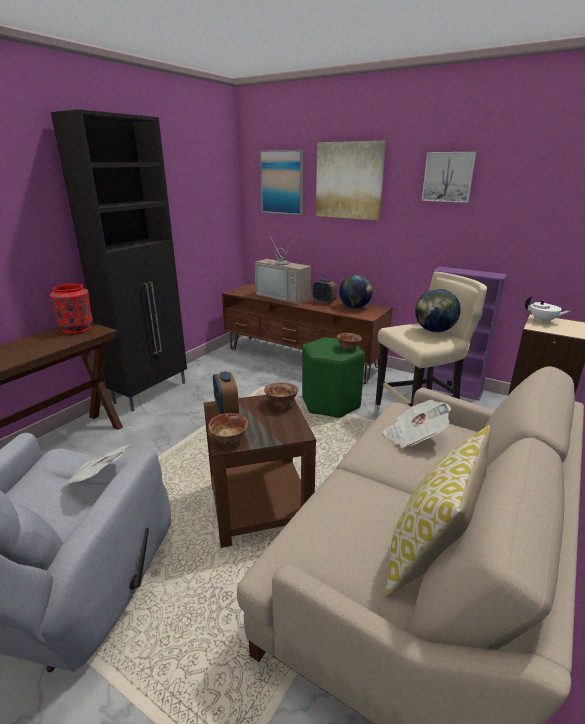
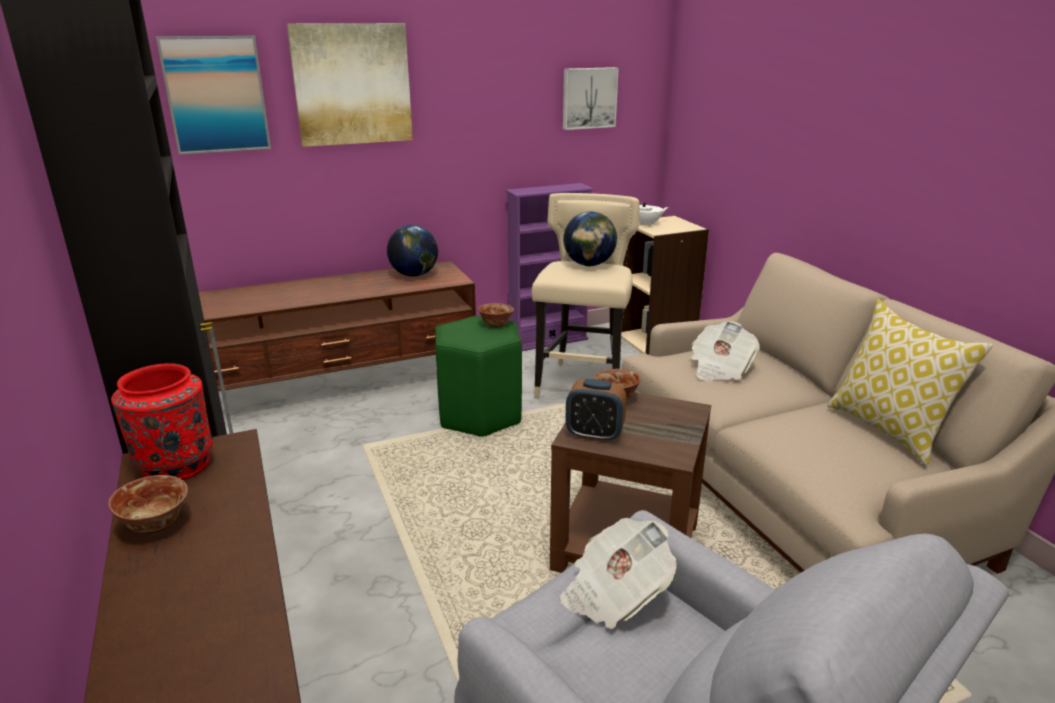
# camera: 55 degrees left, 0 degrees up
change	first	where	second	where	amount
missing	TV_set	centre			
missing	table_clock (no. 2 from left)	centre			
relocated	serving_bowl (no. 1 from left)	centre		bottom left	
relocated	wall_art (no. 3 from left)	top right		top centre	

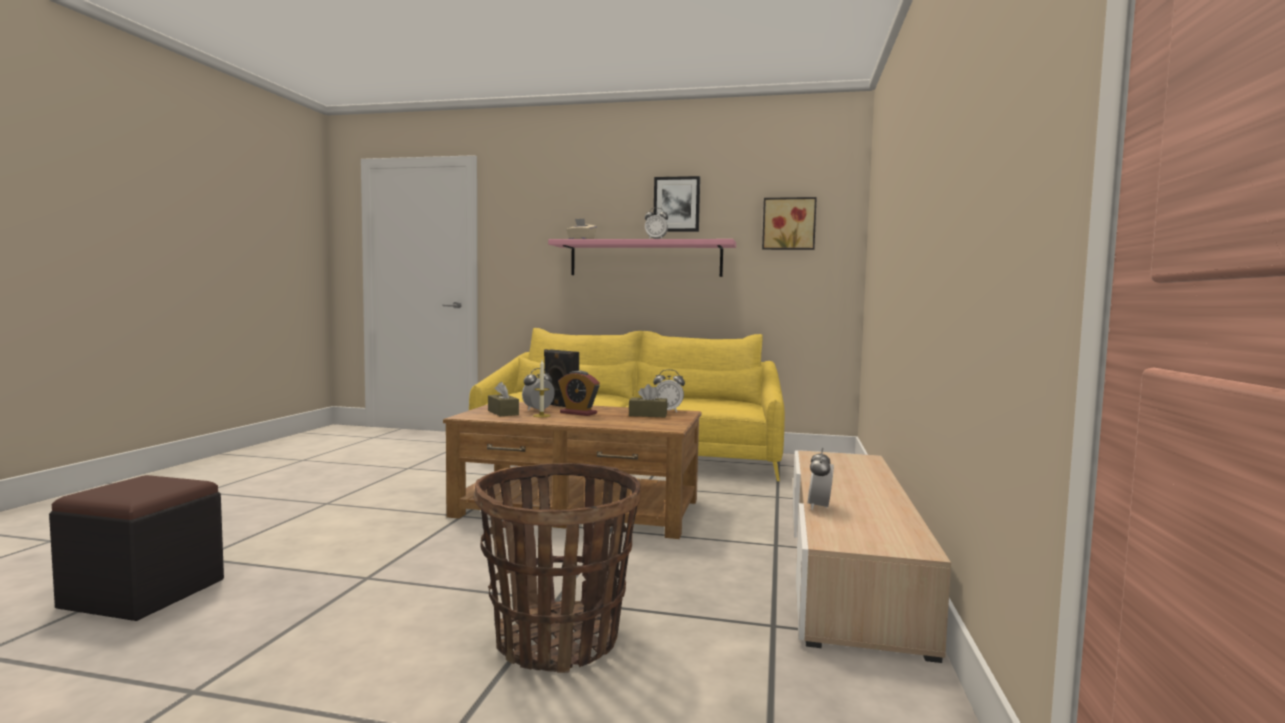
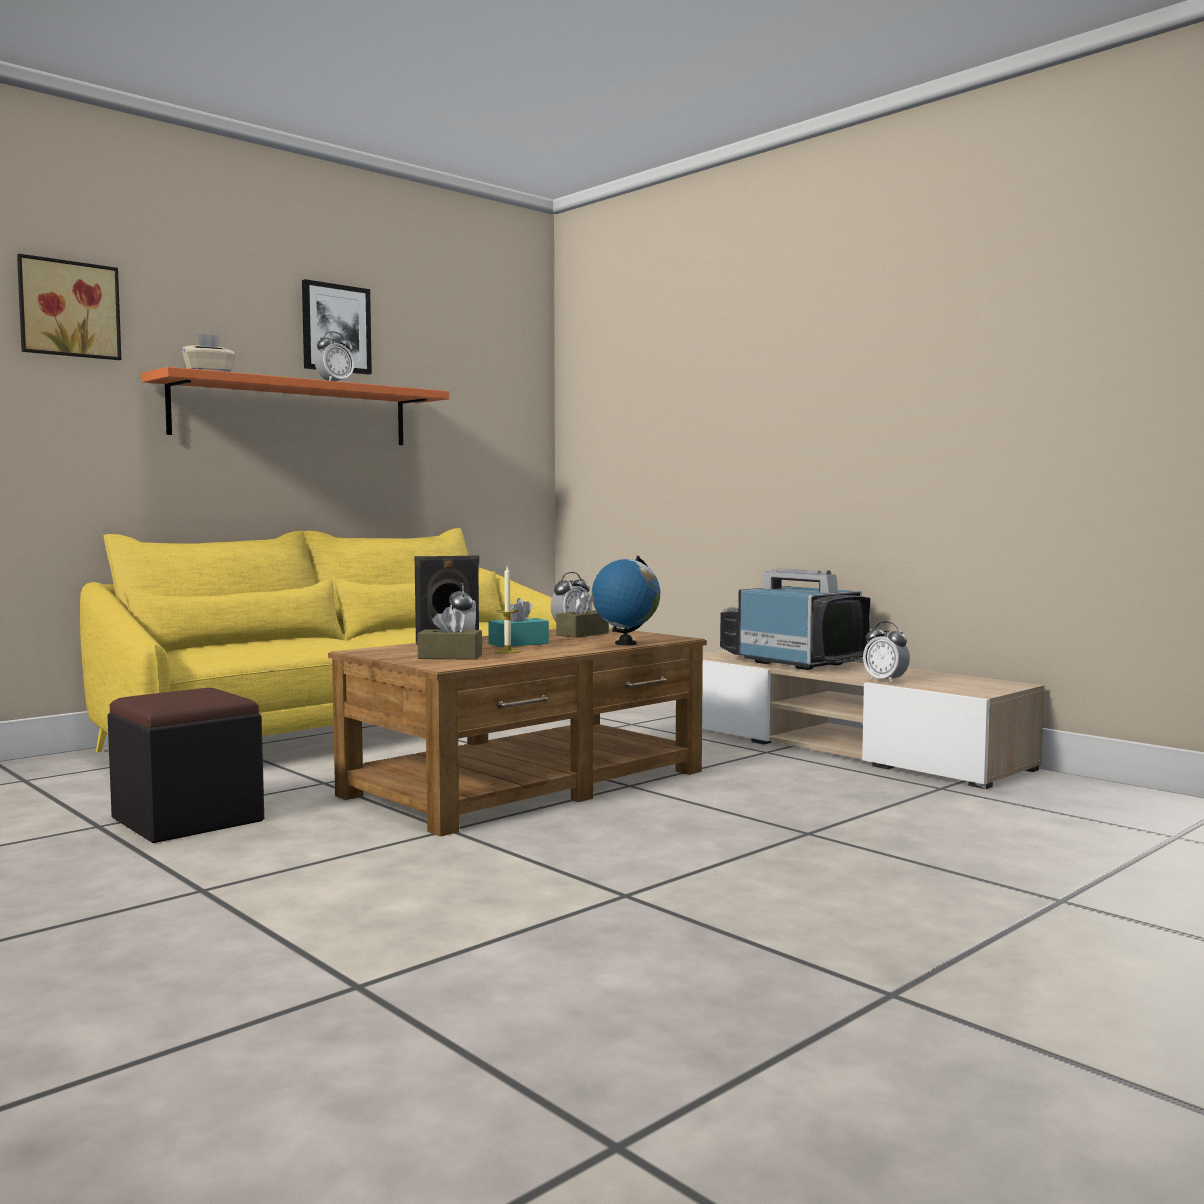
# camera: 55 degrees left, 0 degrees up
change	first	where	second	where	amount
missing	basket	bottom centre			
appeared			world_globe	centre	
appeared			TV_set	centre	
relocated	black-coloured_pouffe	bottom left		middle left	
relocated	wall_art (no. 2 from left in the first image)	top centre	wall_art (no. 1 from left)	top left	
exchanged	table_clock (no. 2 from left)	centre	turquoise_tissue_holder	centre	
colour	pinkish_bracket_shelf	centre	orangey_bracket_shelf	middle left	

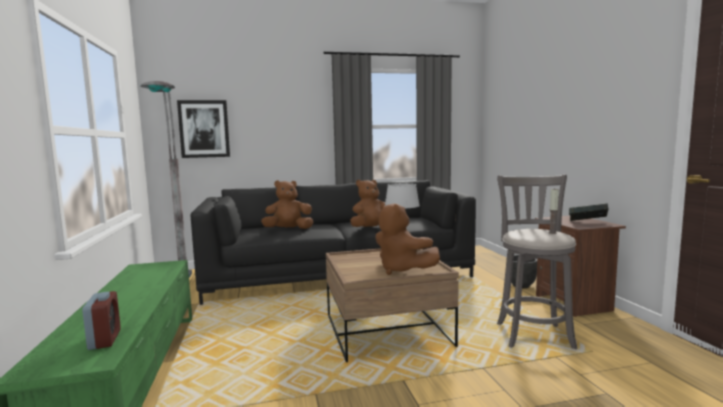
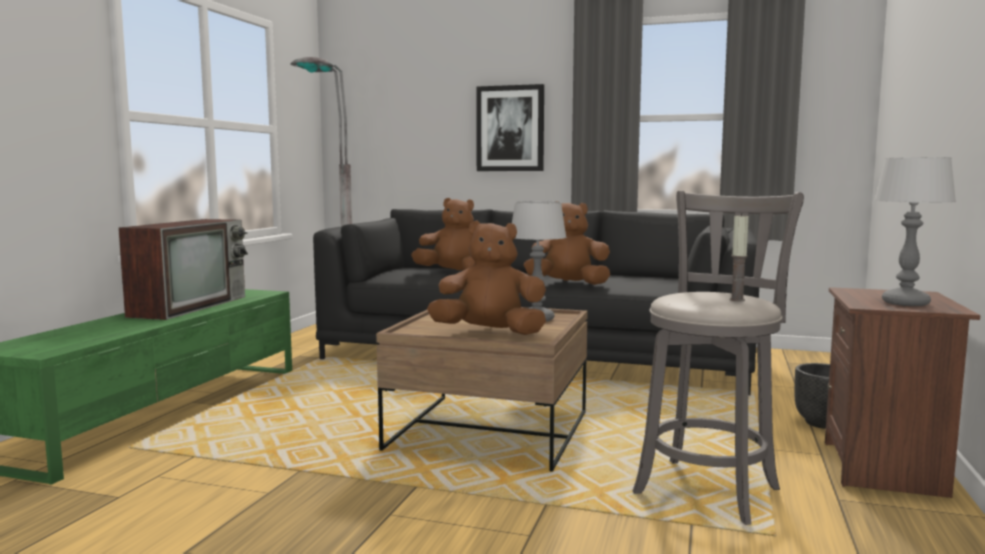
# camera: 30 degrees right, 0 degrees up
change	first	where	second	where	amount
missing	table_clock	bottom left			
appeared			TV_set	middle left	
relocated	wall_art	top left		top centre	
exchanged	book	middle right	tabletop_lamp (no. 2 from left)	middle right	
spun	brownish_plush_toy (no. 3 from left in the first image)	centre	brownish_plush_toy (no. 2 from left)	centre	105 degrees clockwise

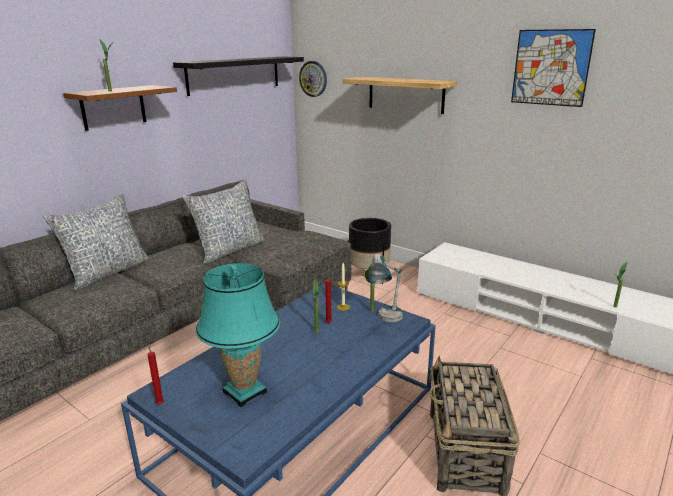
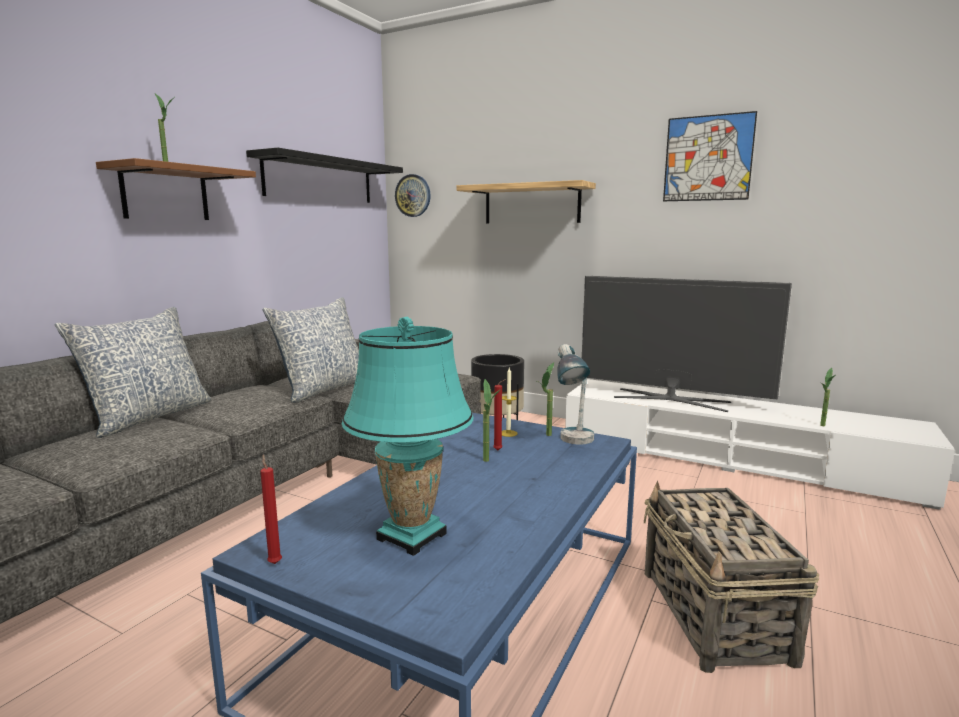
# camera: 10 degrees left, 10 degrees down
change	first	where	second	where	amount
appeared			TV_set	middle right	

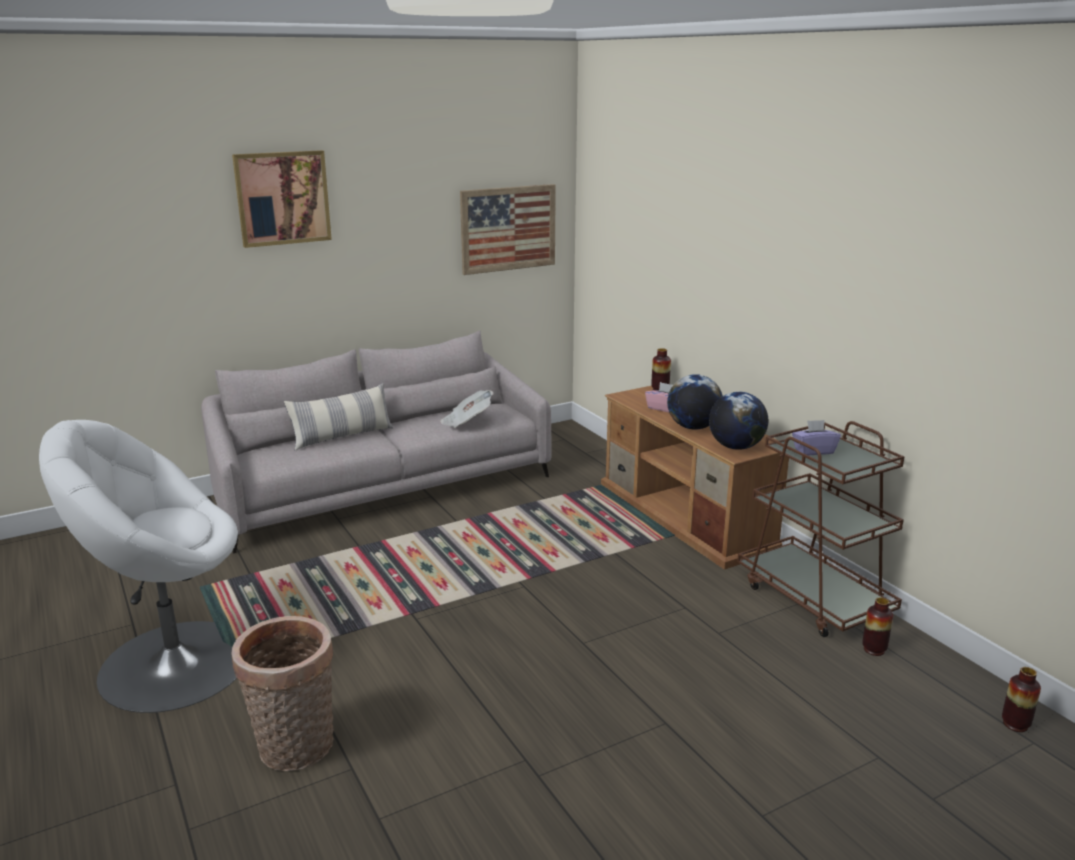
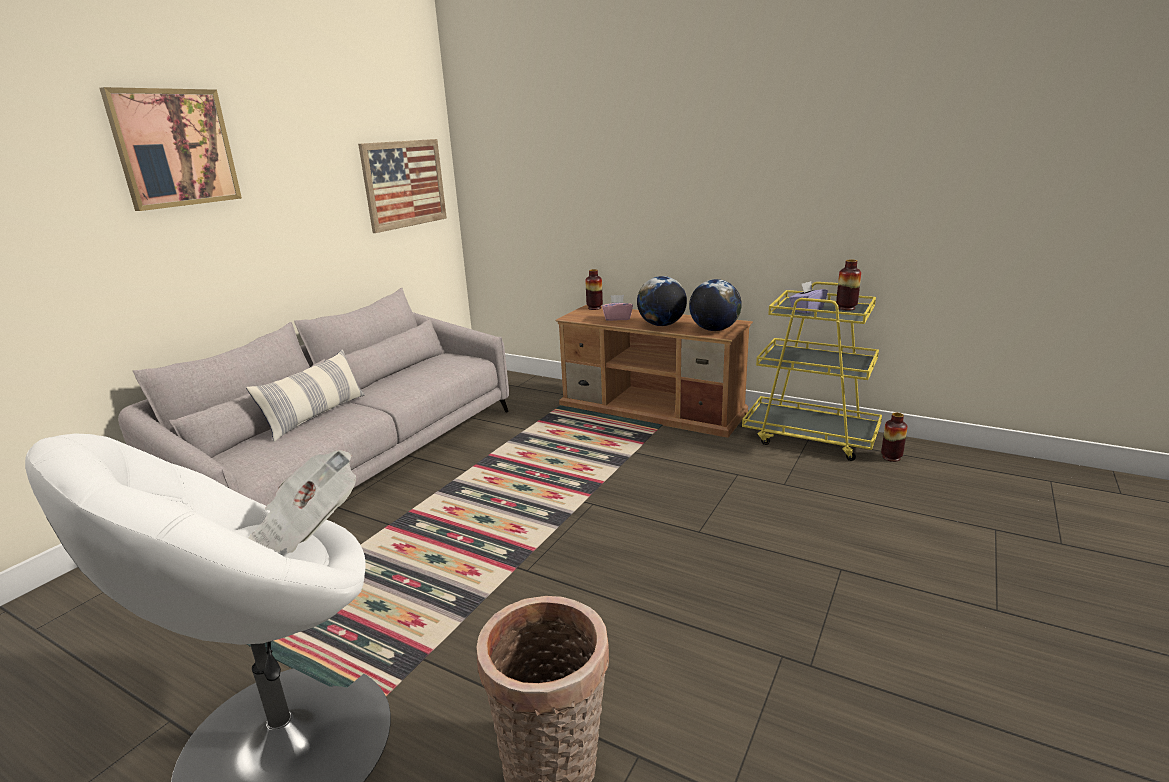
# camera: 30 degrees left, 0 degrees up
change	first	where	second	where	amount
relocated	newspaper	centre		middle left	
relocated	vase (no. 3 from left in the first image)	bottom right	vase (no. 2 from left)	middle right	
colour	brownish_wheeled_cart	middle right	yellow-coloured_wheeled_cart	middle right	

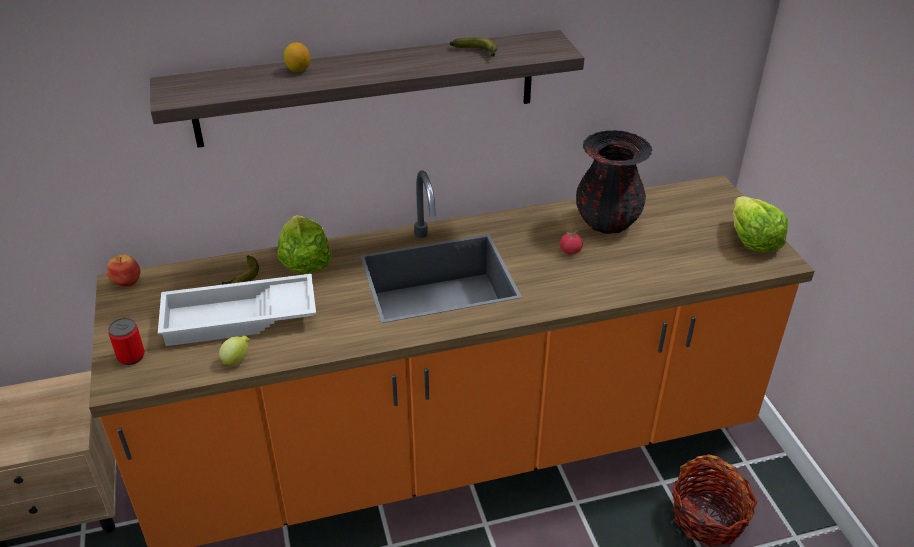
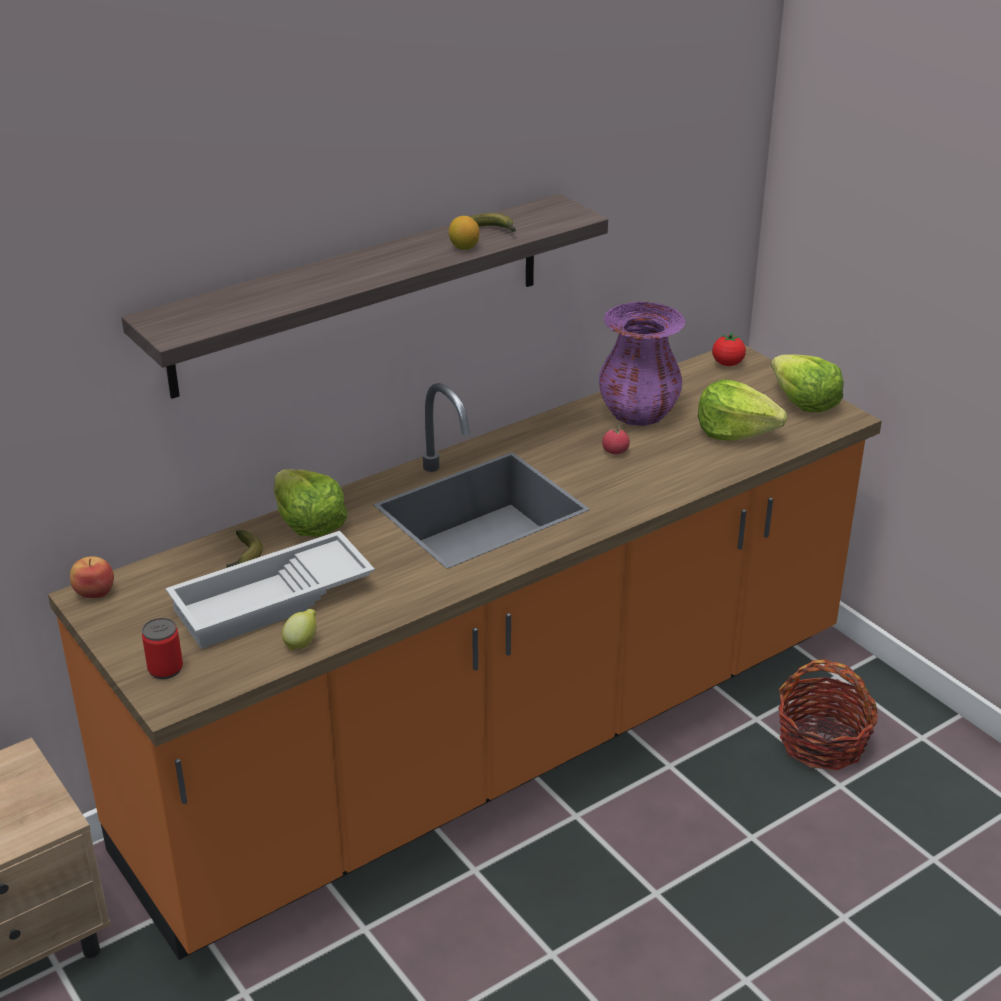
# camera: 20 degrees left, 5 degrees down
change	first	where	second	where	amount
appeared			lettuce_head (no. 2 from left)	middle right	
appeared			tomato (no. 2 from left)	middle right	
relocated	whole_lemon (no. 2 from left)	top left		top centre	
colour	black-coloured_vase	top right	purplish_vase	centre	

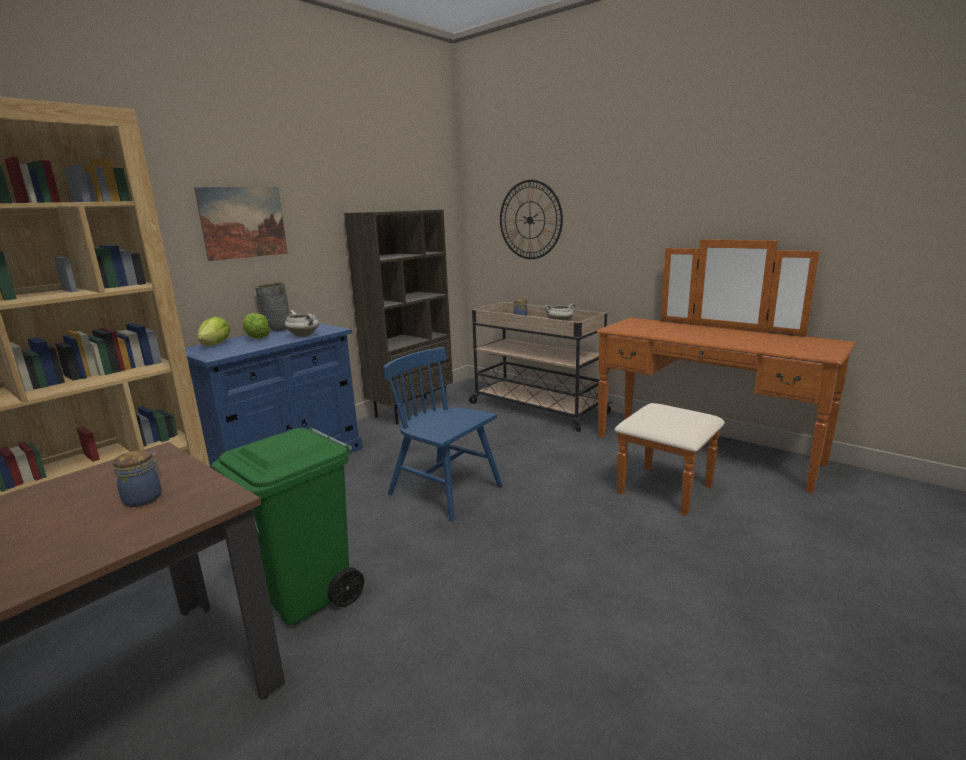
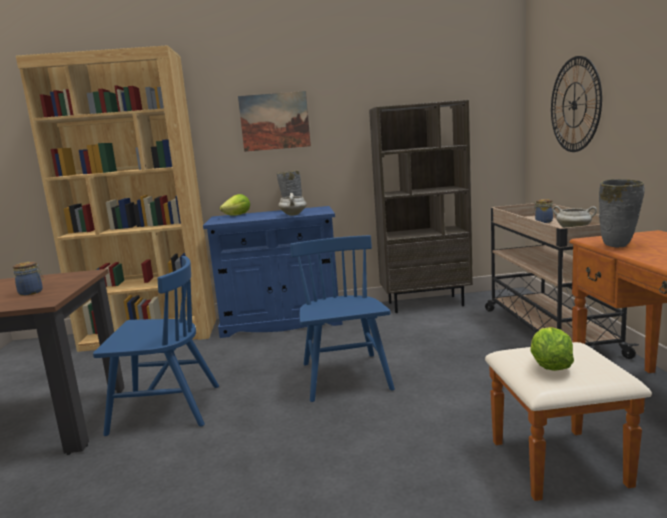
# camera: 45 degrees right, 5 degrees down
change	first	where	second	where	amount
appeared			greyish_vase (no. 2 from left)	middle right	
relocated	lettuce_head (no. 2 from left)	middle left		bottom right	
exchanged	green_trash_can	bottom left	blue-coloured_chair (no. 1 from left)	bottom left	

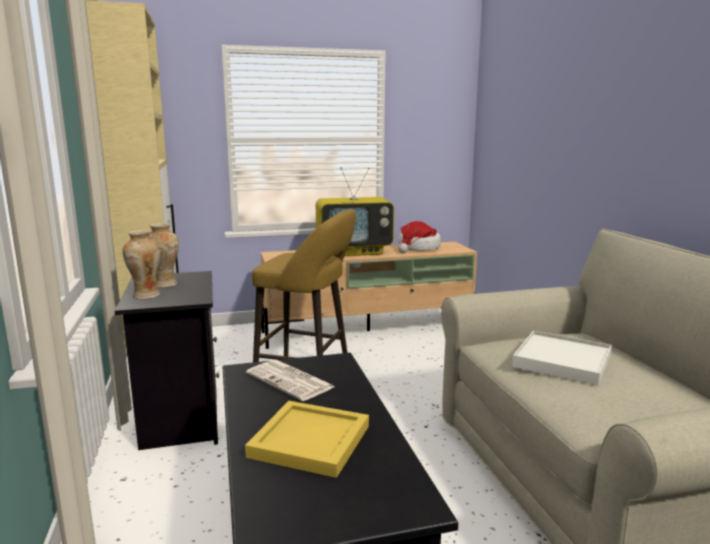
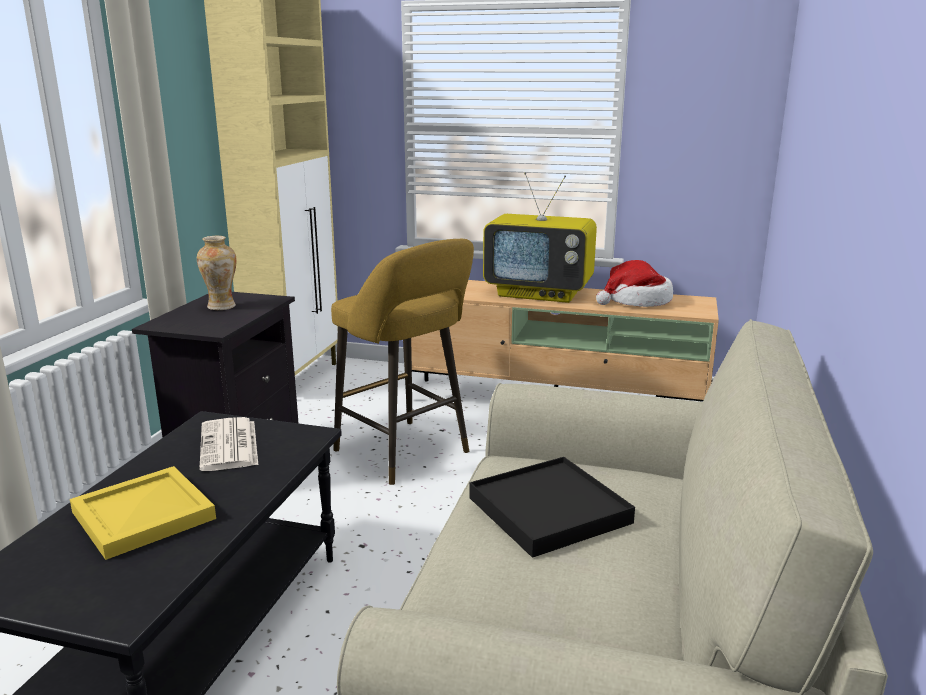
# camera: 30 degrees right, 5 degrees up
change	first	where	second	where	amount
missing	vase (no. 1 from left)	middle left			
colour	white_carrying_tray	middle right	black-coloured_carrying_tray	bottom centre	

